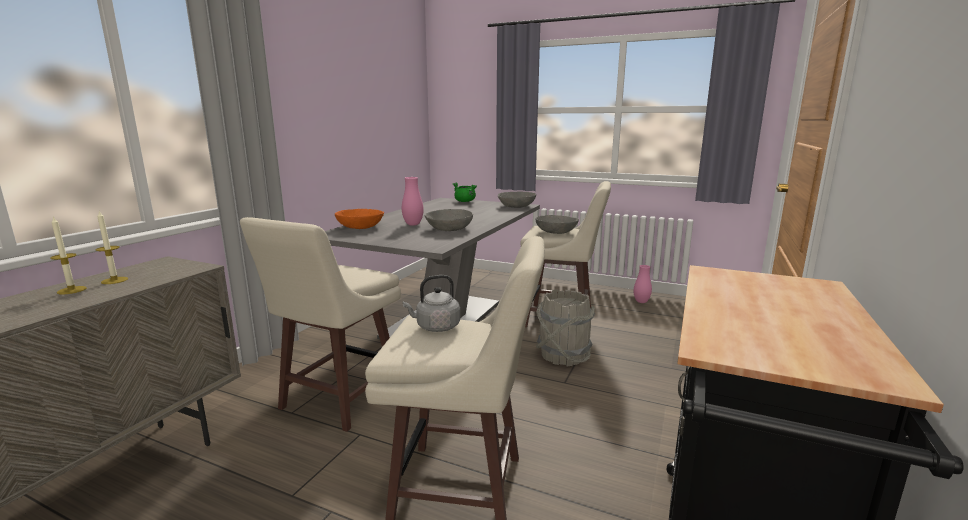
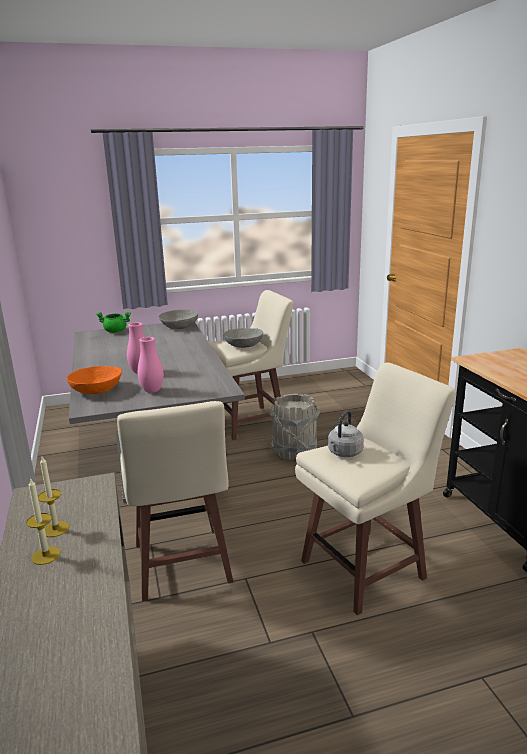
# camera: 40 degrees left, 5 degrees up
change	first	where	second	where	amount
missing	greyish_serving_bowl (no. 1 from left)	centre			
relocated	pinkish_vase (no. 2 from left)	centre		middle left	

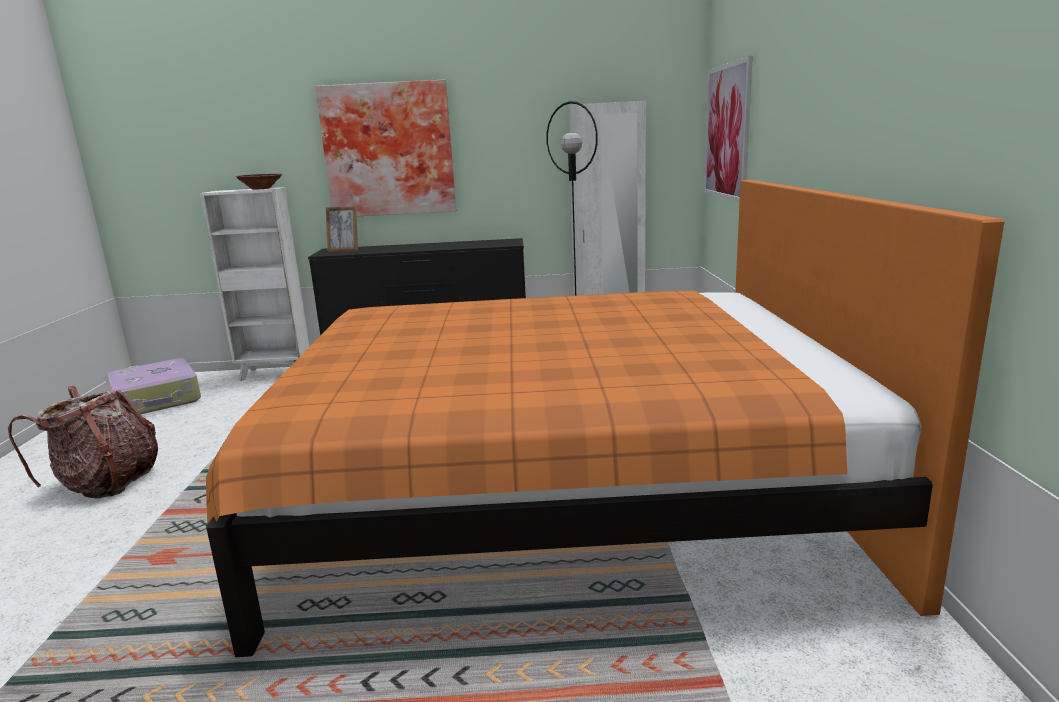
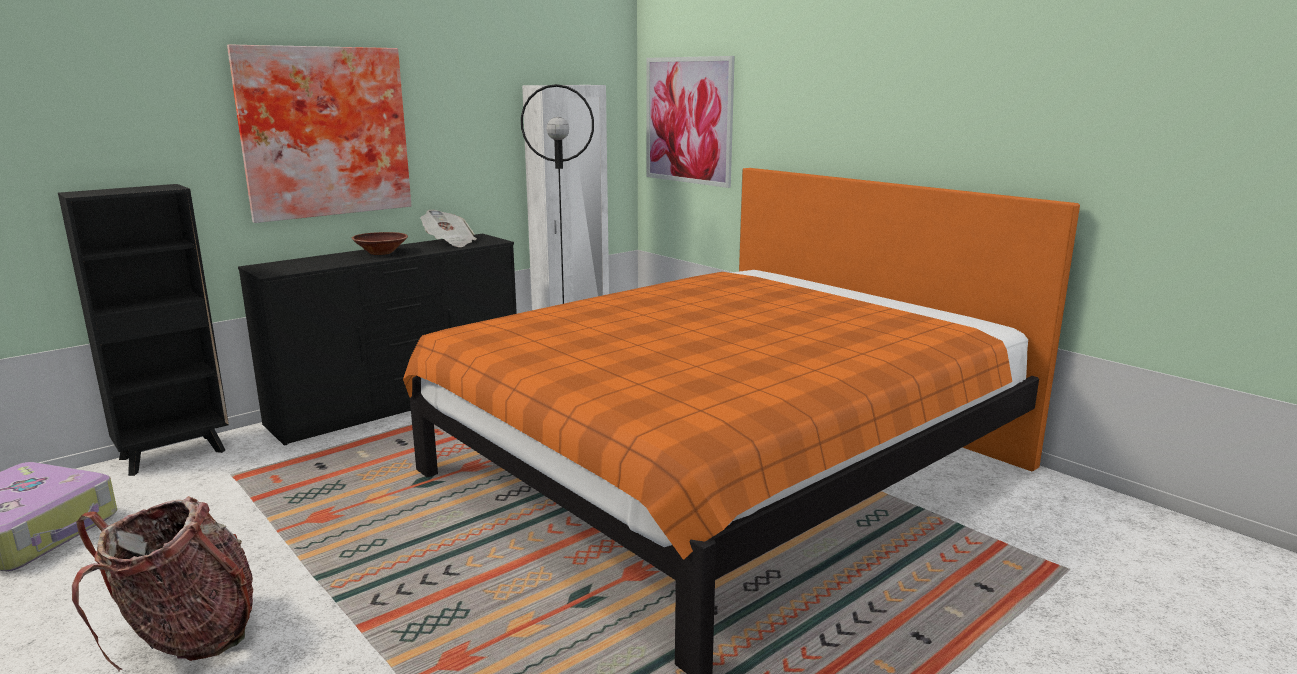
# camera: 40 degrees left, 0 degrees up
change	first	where	second	where	amount
missing	photo_frame	top left			
appeared			newspaper	centre	
relocated	brownish_serving_bowl	top left		middle left	
colour	white_bookshelf	middle left	black-coloured_bookshelf	middle left	

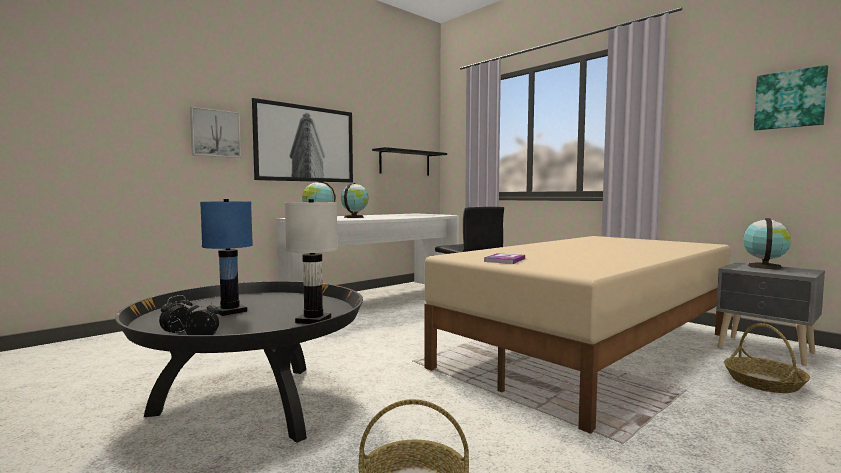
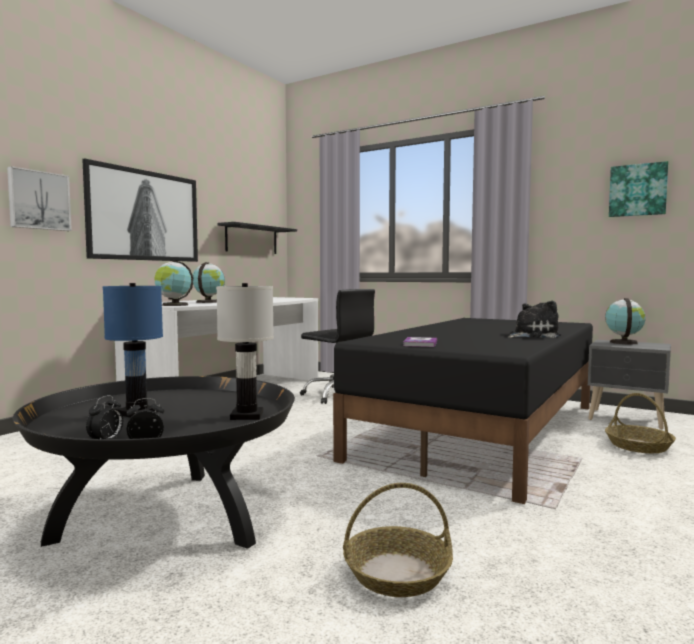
# camera: 15 degrees left, 0 degrees up
change	first	where	second	where	amount
appeared			plush_toy	middle right	
colour	beige-coloured_bedroom_bed	bottom right	black-coloured_bedroom_bed	middle right	

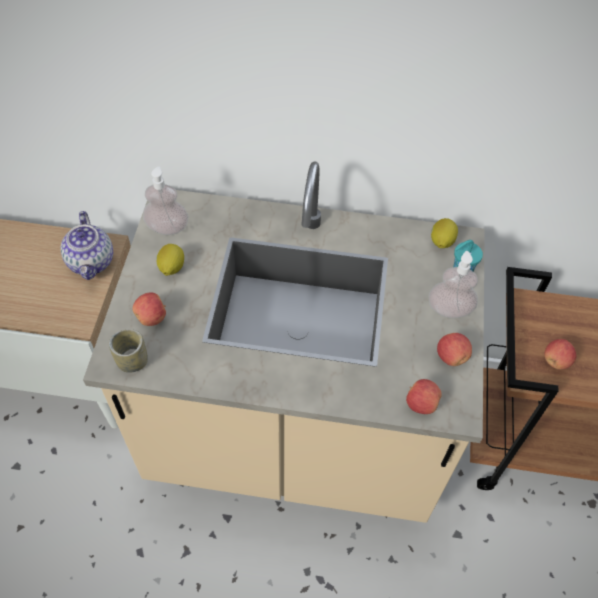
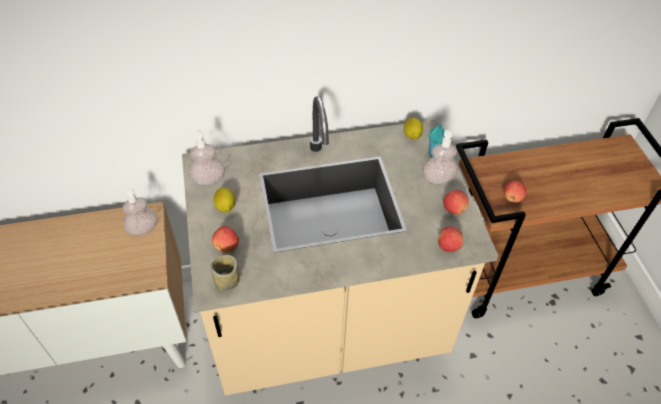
# camera: 20 degrees left, 5 degrees down
change	first	where	second	where	amount
exchanged	teapot	middle left	soap_bottle (no. 1 from left)	middle left	

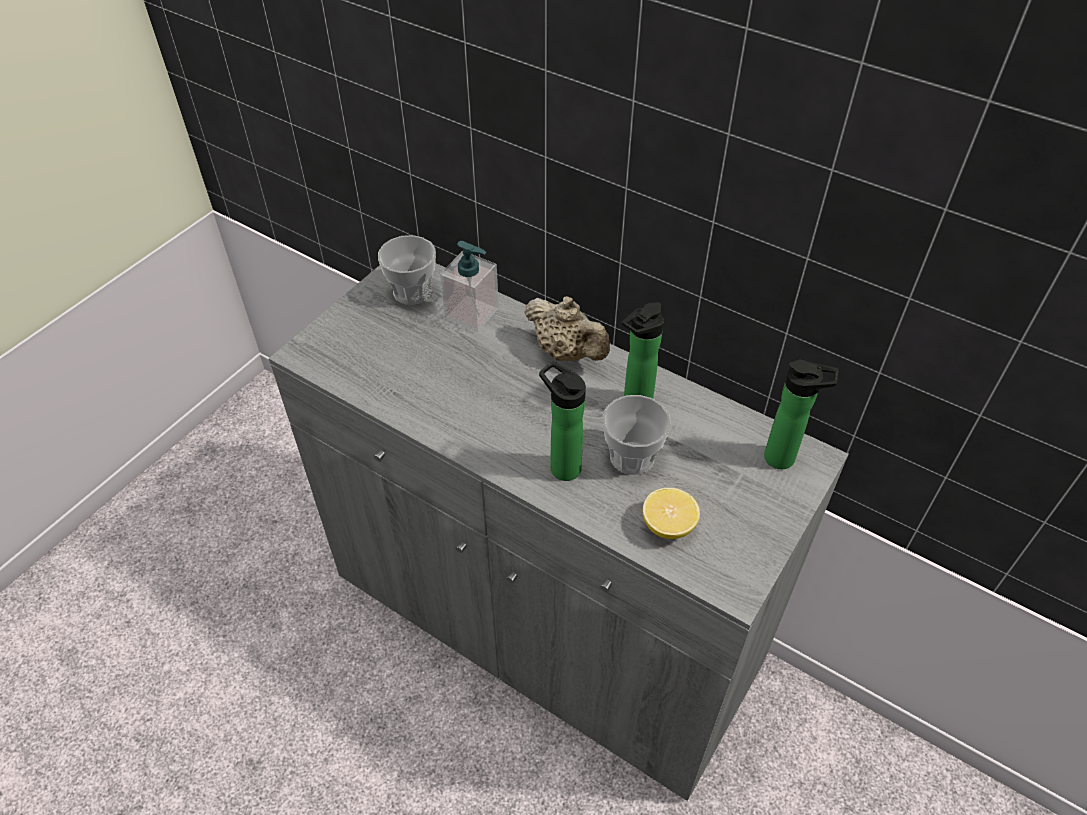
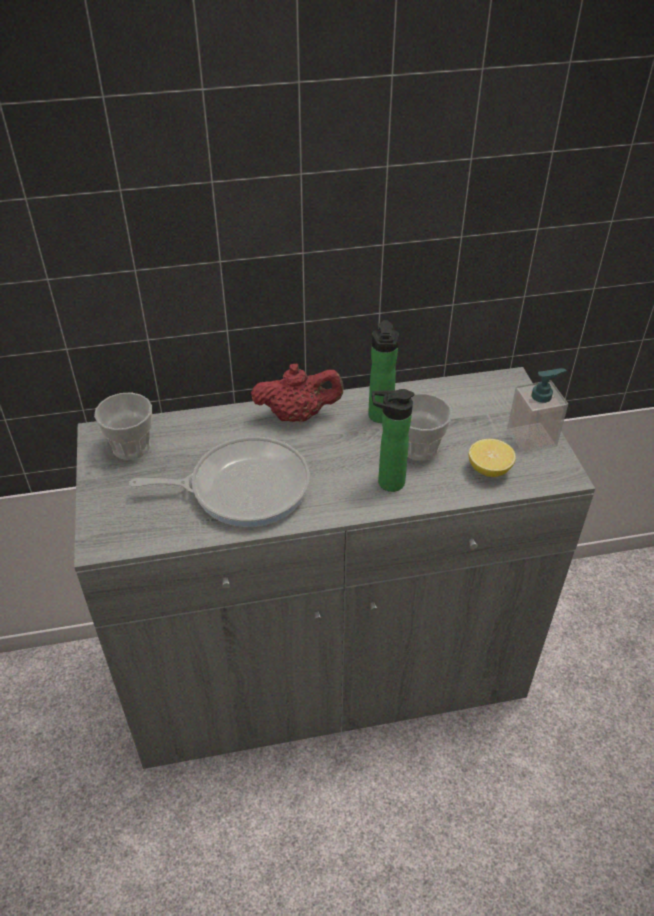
# camera: 45 degrees left, 5 degrees down
change	first	where	second	where	amount
missing	beverage_bottle (no. 3 from left)	middle right			
appeared			frying_pan	centre	
relocated	soap_bottle	centre		middle right	
colour	beige-coloured_teapot	centre	red_teapot	centre	

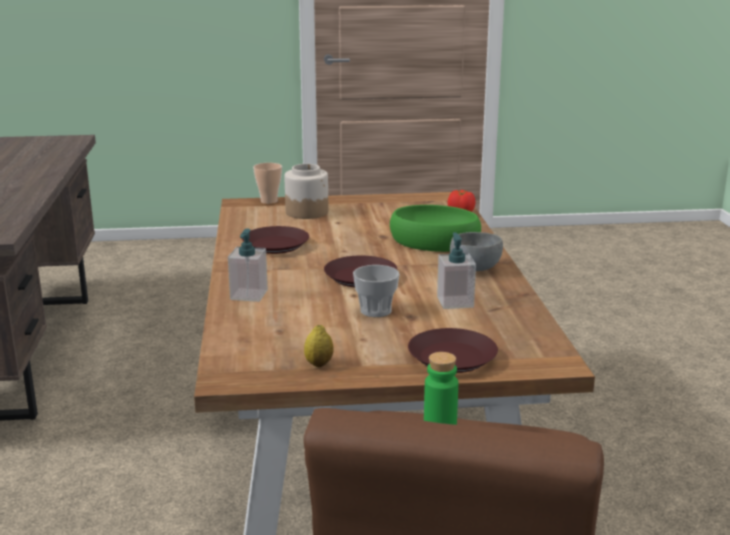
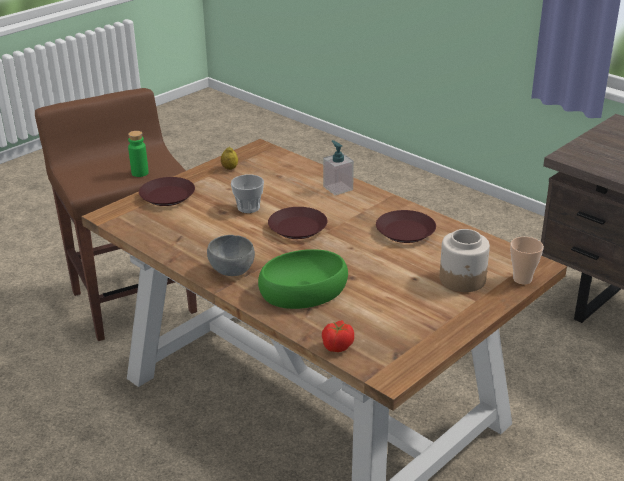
# camera: 140 degrees right, 10 degrees up
change	first	where	second	where	amount
missing	soap_bottle (no. 2 from left)	centre			

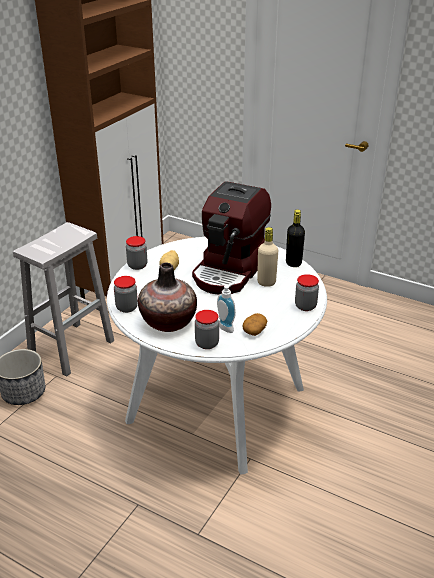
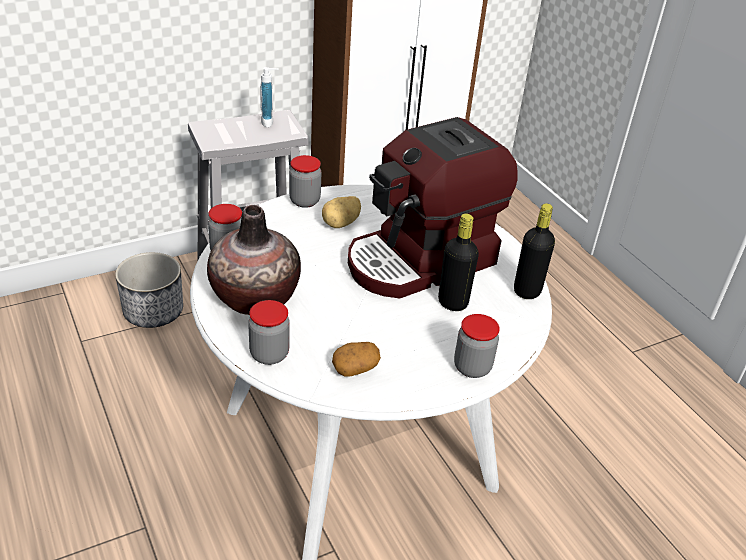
# camera: 30 degrees right, 5 degrees up
change	first	where	second	where	amount
relocated	soap_bottle	centre		top centre	
colour	beige-coloured_beverage_bottle	centre	black-coloured_beverage_bottle (no. 1 from left)	centre	

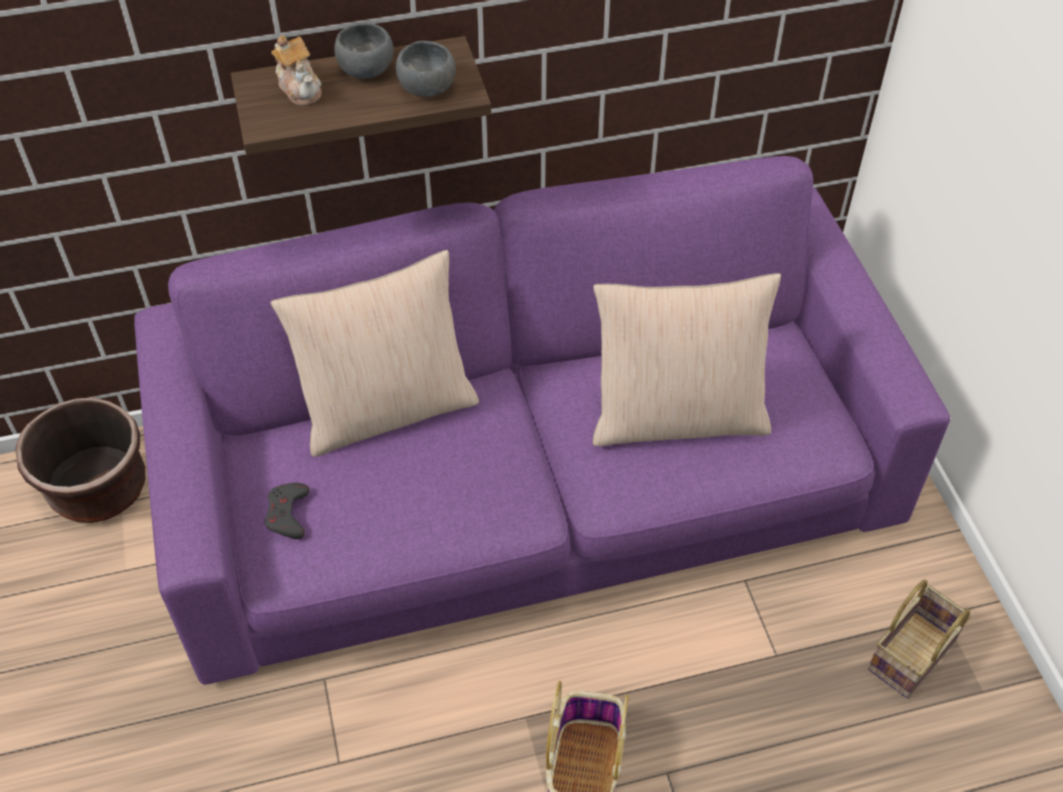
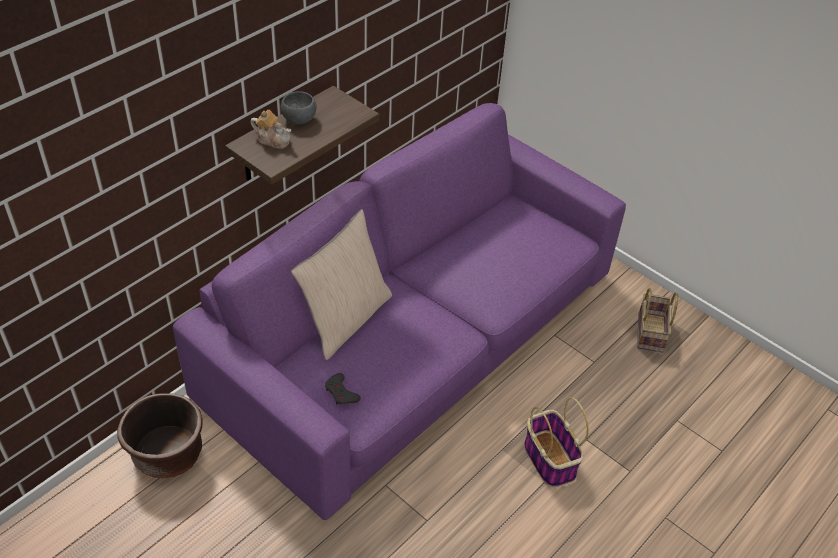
# camera: 35 degrees left, 5 degrees down
change	first	where	second	where	amount
missing	greyish_serving_bowl (no. 2 from left)	top centre			
missing	beige-coloured_cushion (no. 2 from left)	centre			

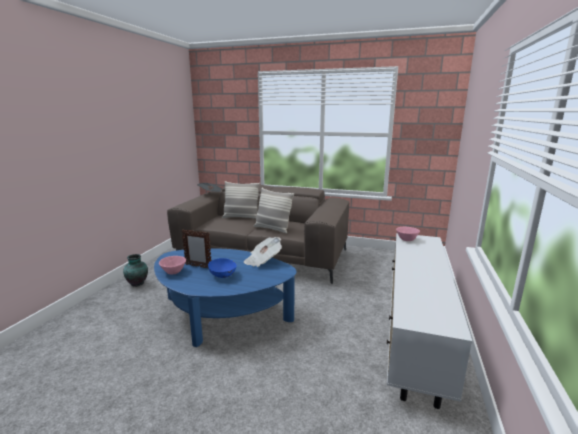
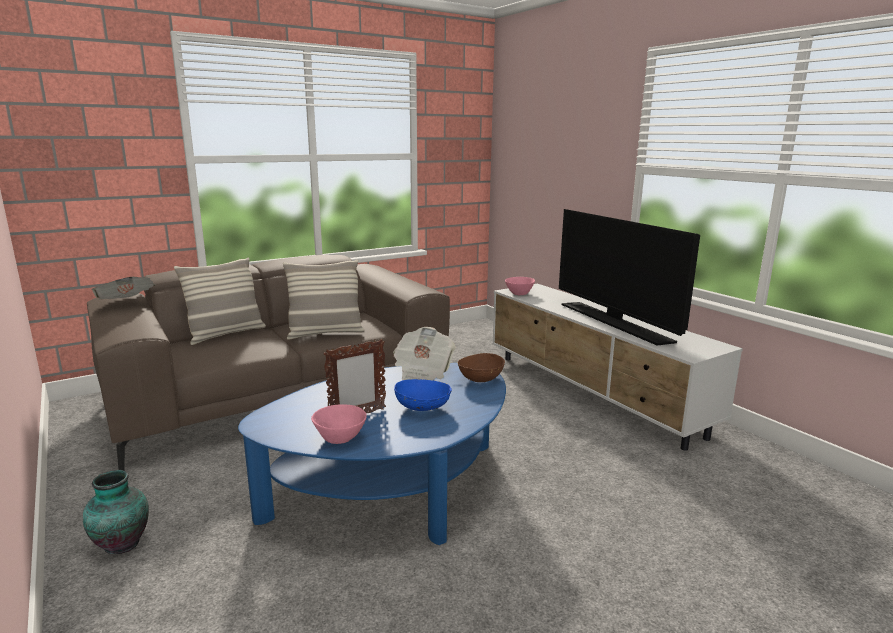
# camera: 50 degrees left, 0 degrees up
change	first	where	second	where	amount
appeared			brownish_serving_bowl	centre	
appeared			TV_set	middle right	

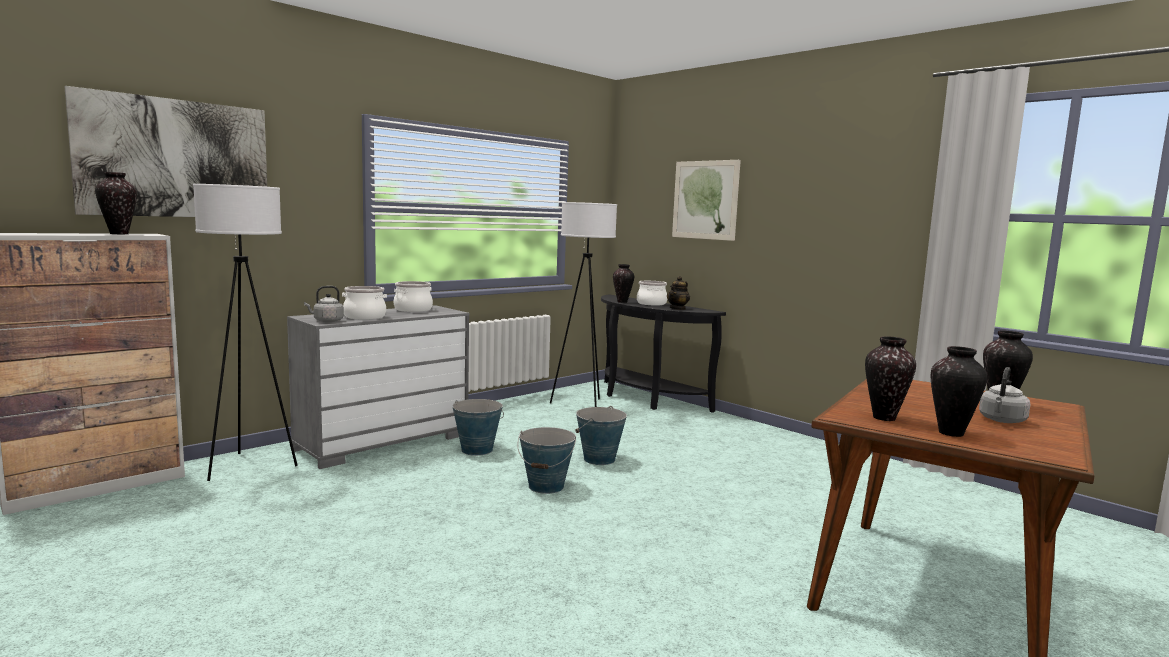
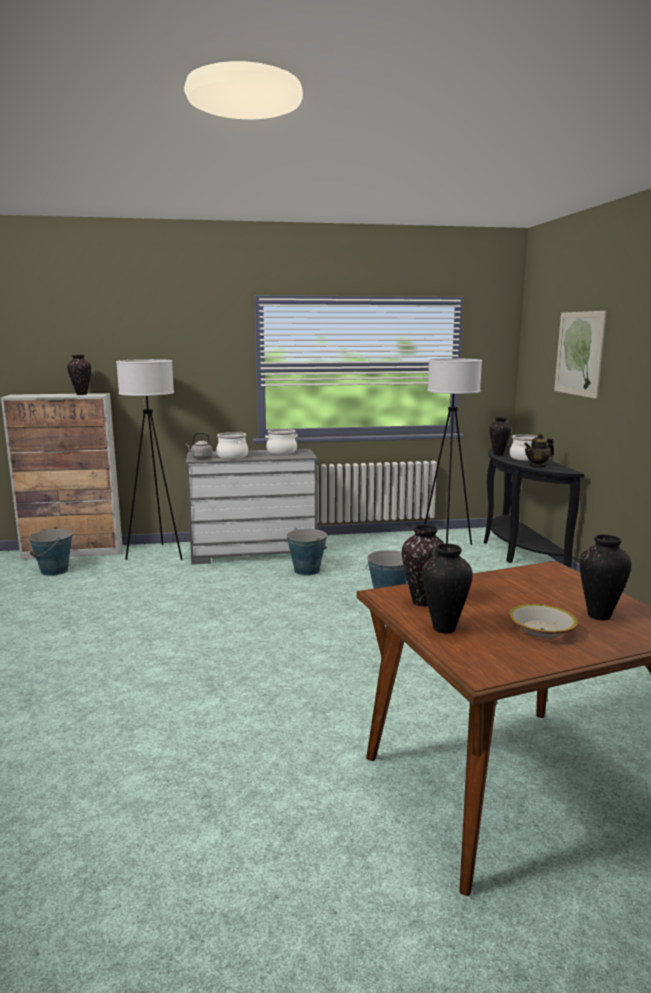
# camera: 35 degrees right, 5 degrees up
change	first	where	second	where	amount
missing	wall_art (no. 1 from left)	top left			
relocated	water_bucket (no. 2 from left in the first image)	bottom centre	water_bucket (no. 1 from left)	middle left	
exchanged	greyish_tea_kettle (no. 2 from left)	middle right	serving_bowl	middle right	

